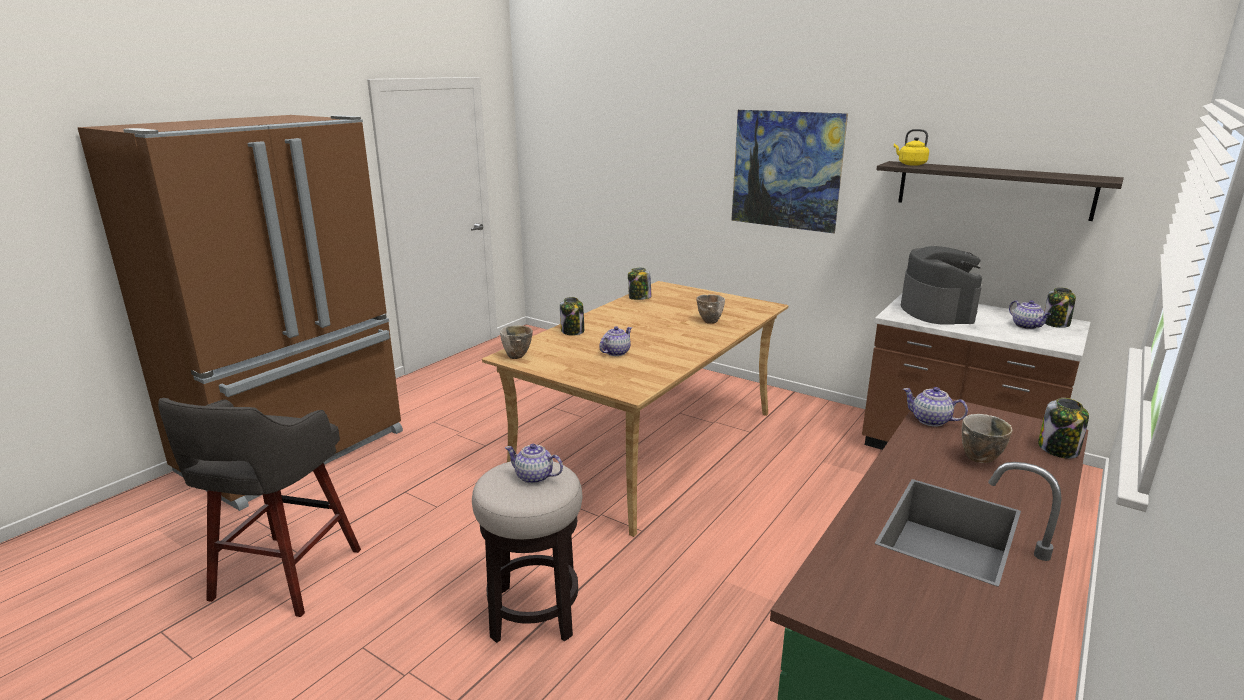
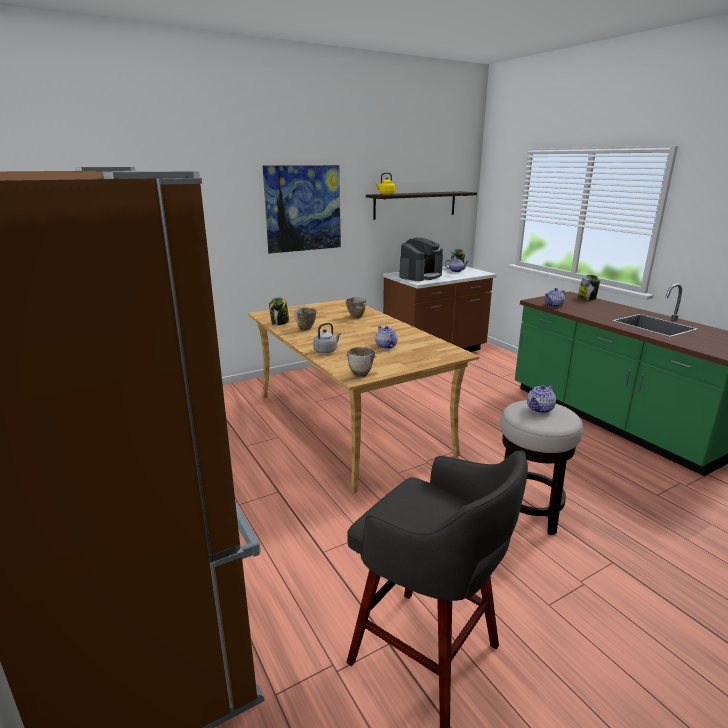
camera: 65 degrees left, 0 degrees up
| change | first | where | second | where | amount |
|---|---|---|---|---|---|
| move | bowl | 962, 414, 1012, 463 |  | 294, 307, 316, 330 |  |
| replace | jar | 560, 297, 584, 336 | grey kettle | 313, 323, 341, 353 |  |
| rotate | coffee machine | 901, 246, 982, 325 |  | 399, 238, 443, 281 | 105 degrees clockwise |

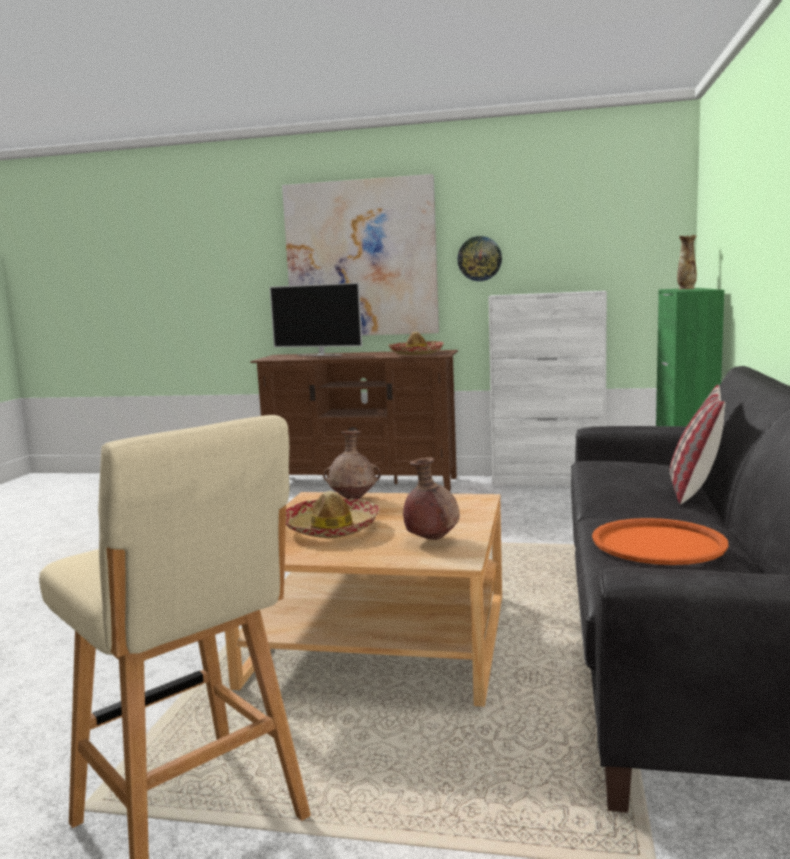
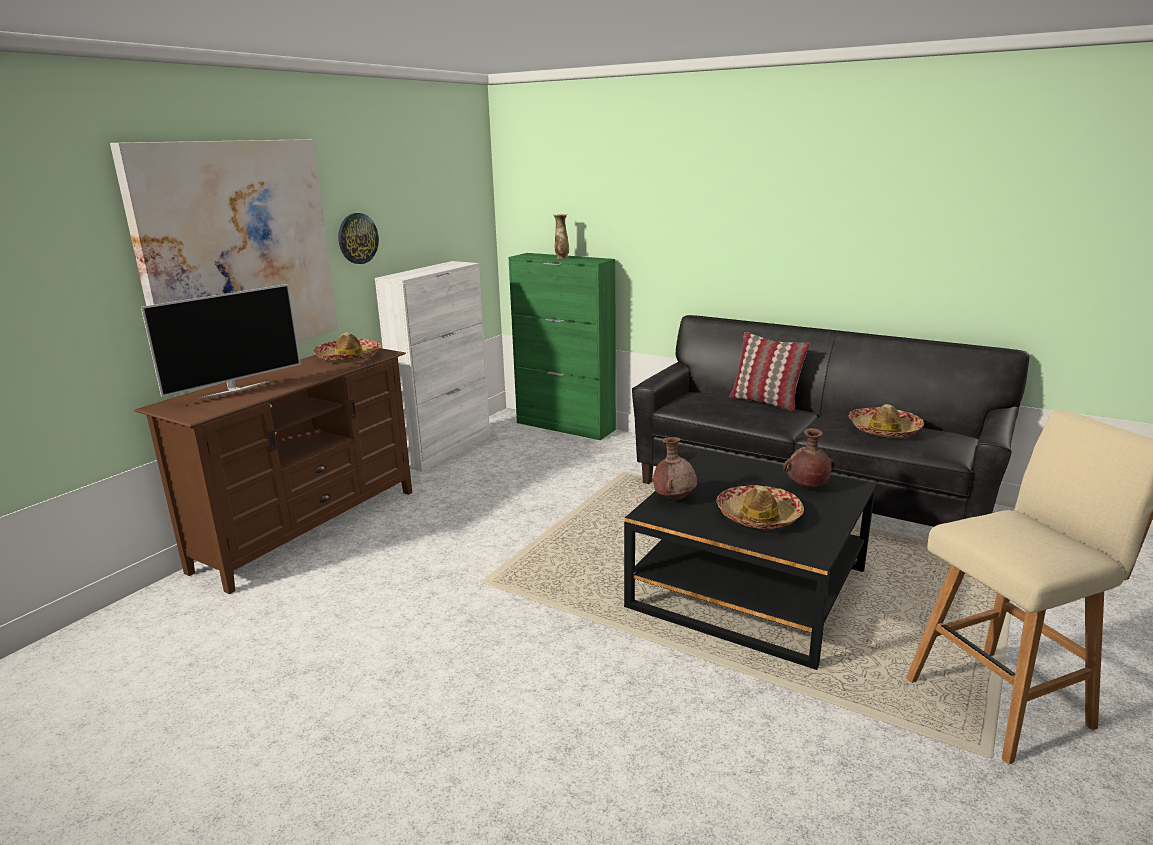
camera: 70 degrees left, 10 degrees up
| change | first | where | second | where | amount |
|---|---|---|---|---|---|
| replace | orange tray | 592, 518, 728, 565 | hat | 848, 404, 924, 438 |  |
| recolor | beige coffee table | 225, 492, 502, 707 | black coffee table | 624, 450, 876, 670 |  |

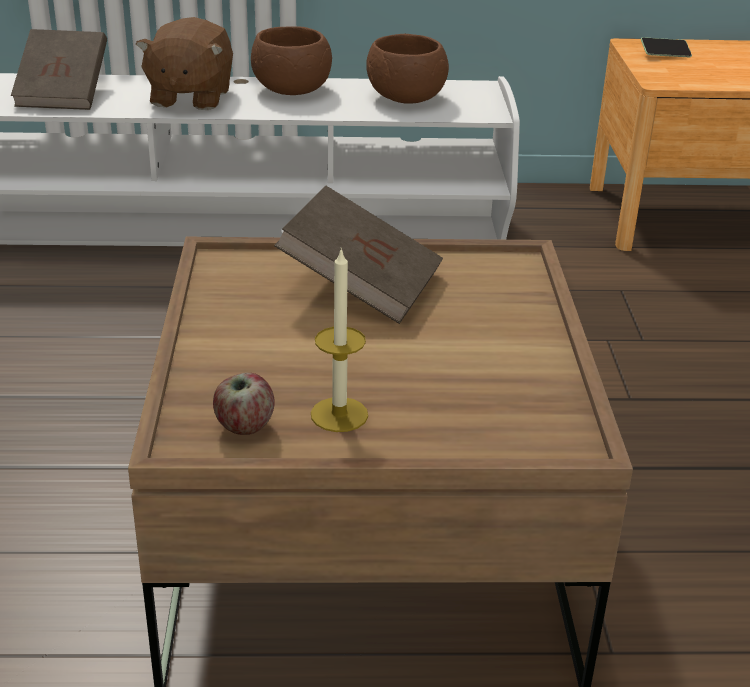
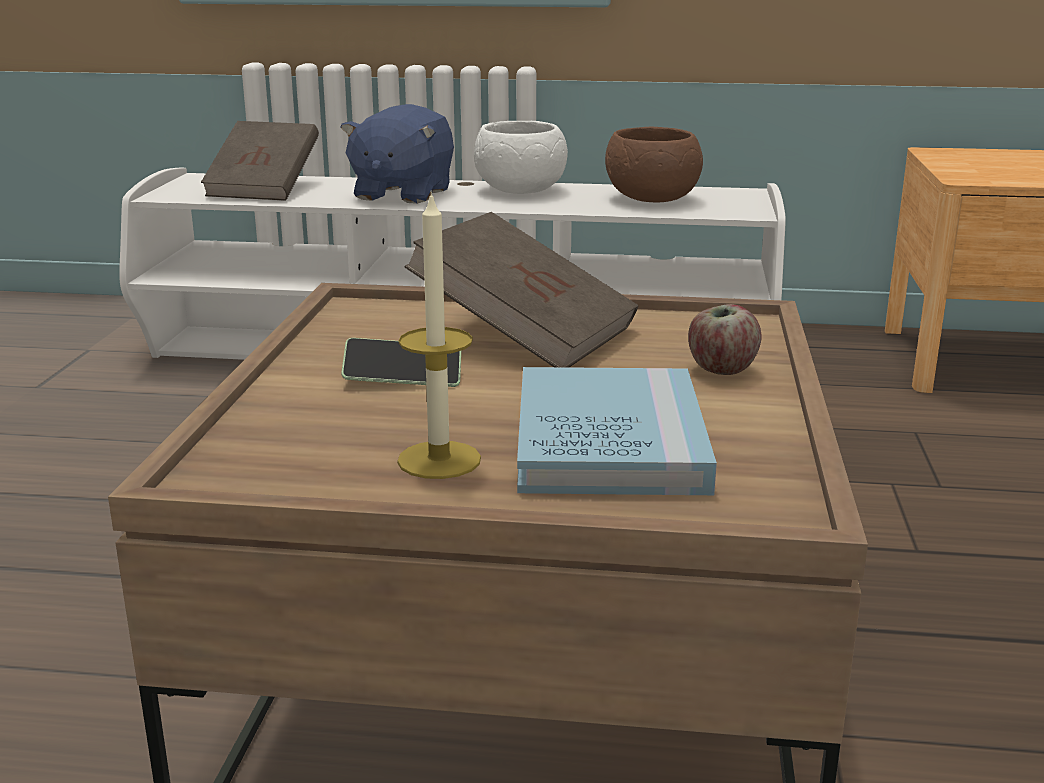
camera: 10 degrees right, 10 degrees down
| change | first | where | second | where | amount |
|---|---|---|---|---|---|
| insert |  |  | blue book | 517, 367, 717, 495 |  |
| move | apple | 213, 372, 275, 435 |  | 688, 304, 761, 375 |  |
| move | phone | 641, 37, 692, 58 |  | 341, 338, 461, 387 |  |
| recolor | brown plush toy | 136, 17, 233, 110 | blue plush toy | 340, 104, 454, 204 |  |
| recolor | brown bowl | 251, 26, 332, 95 | white bowl | 474, 121, 568, 194 |  |

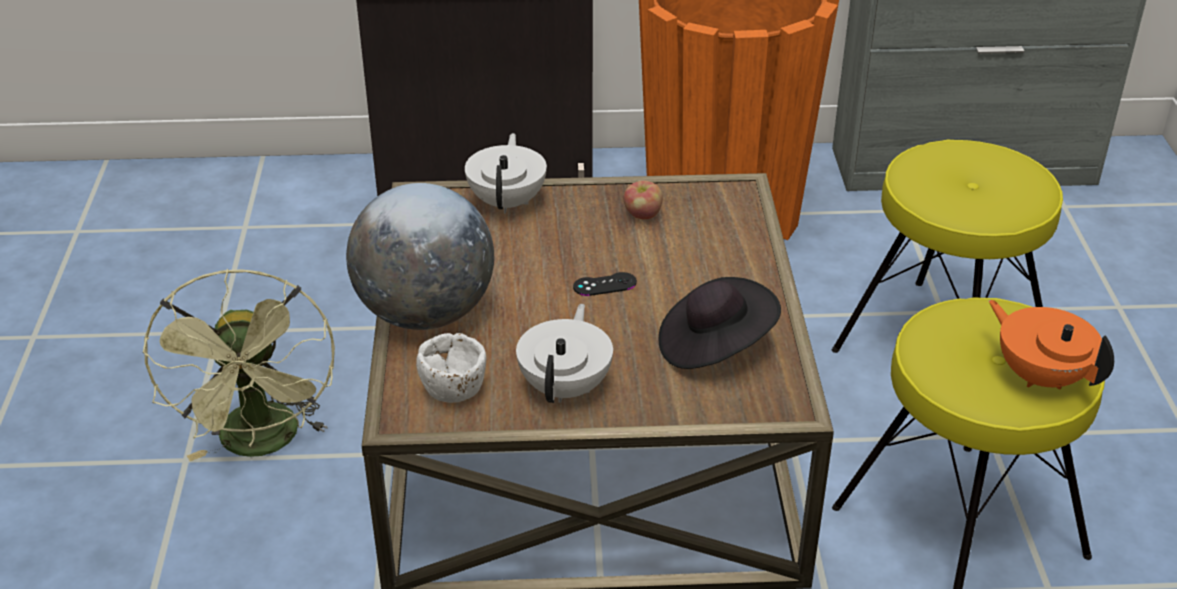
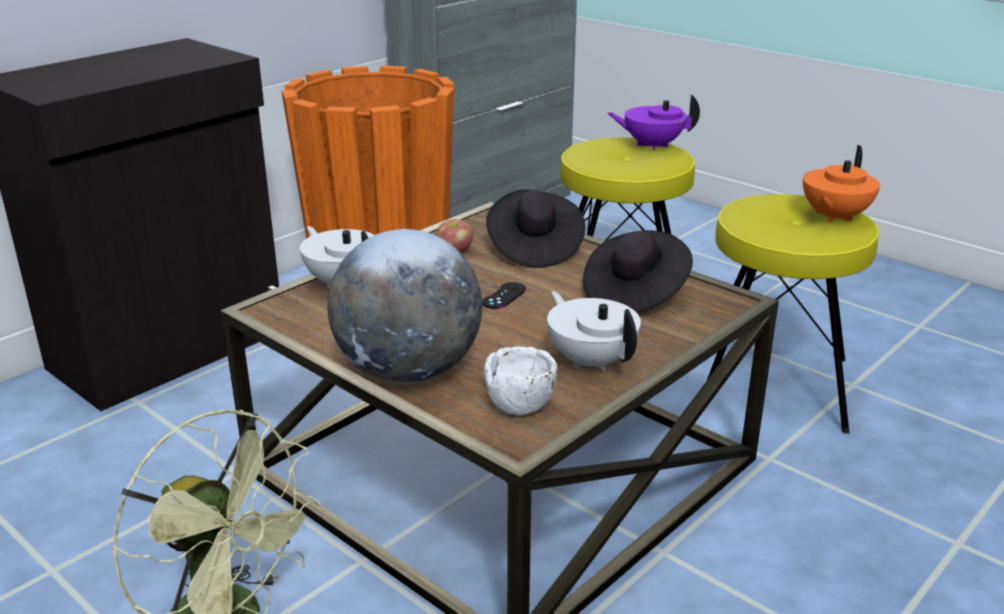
camera: 45 degrees left, 10 degrees down
| change | first | where | second | where | amount |
|---|---|---|---|---|---|
| insert |  |  | black hat | 486, 189, 585, 268 |  |
| insert |  |  | purple teapot | 607, 94, 700, 151 |  |
| rotate | orange teapot | 989, 300, 1114, 390 |  | 803, 145, 880, 223 | 60 degrees counterclockwise |

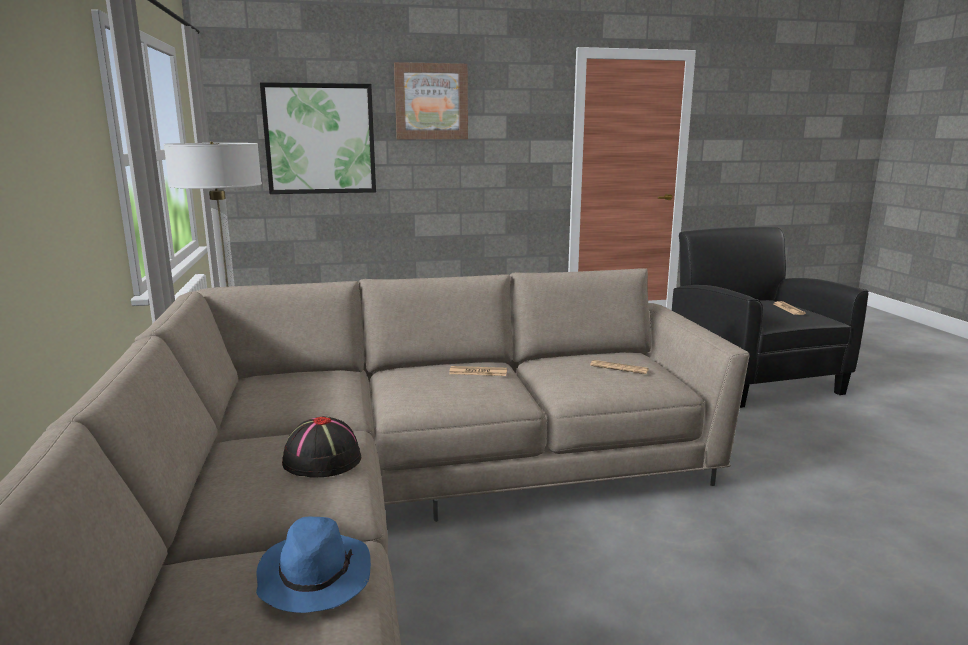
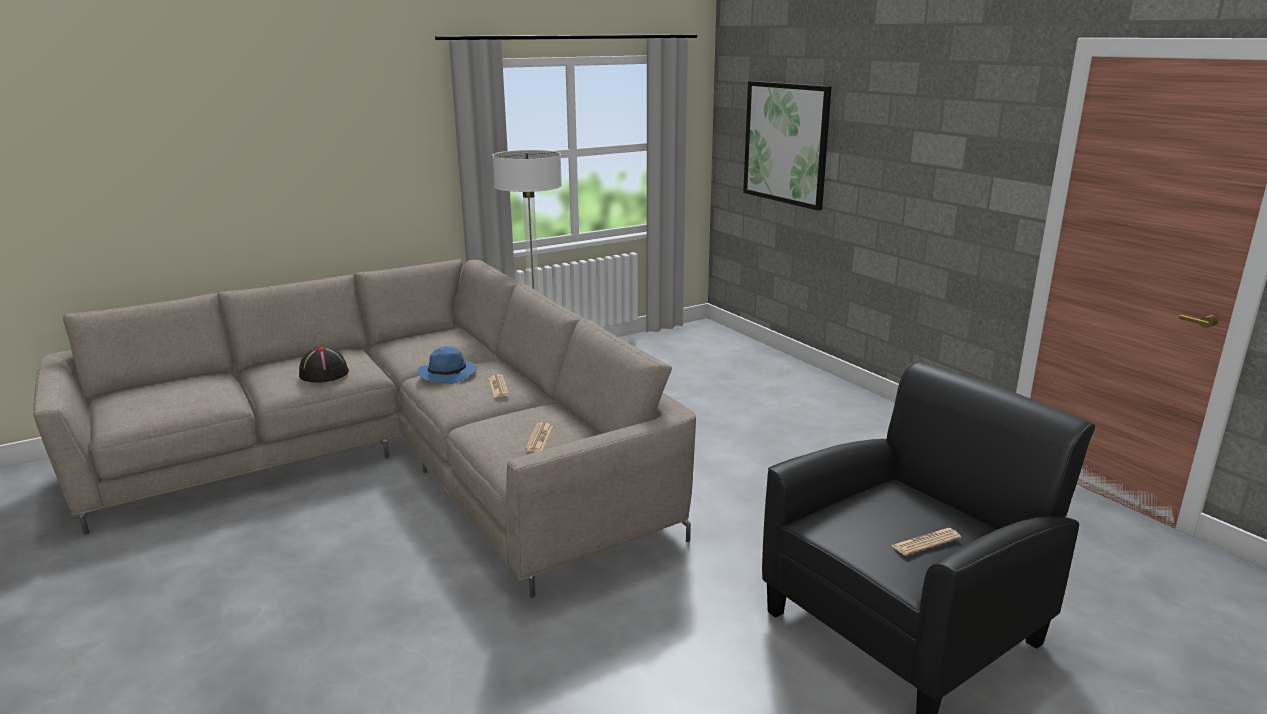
camera: 70 degrees right, 5 degrees up
| change | first | where | second | where | amount |
|---|---|---|---|---|---|
| delete | picture | 394, 62, 468, 139 |  |  |  |
| move | blue hat | 256, 516, 371, 613 |  | 417, 346, 477, 384 |  |

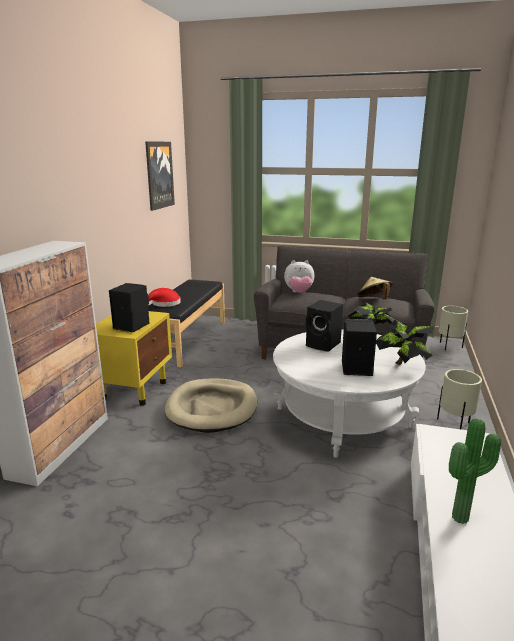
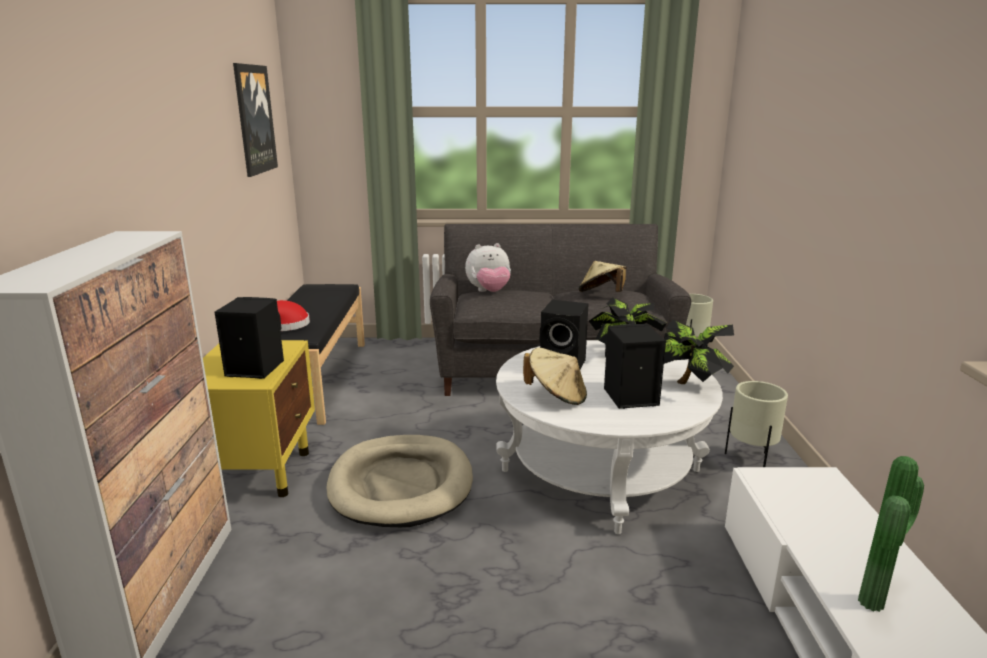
camera: 15 degrees left, 0 degrees up
| change | first | where | second | where | amount |
|---|---|---|---|---|---|
| insert |  |  | beige hat | 523, 348, 587, 405 |  |

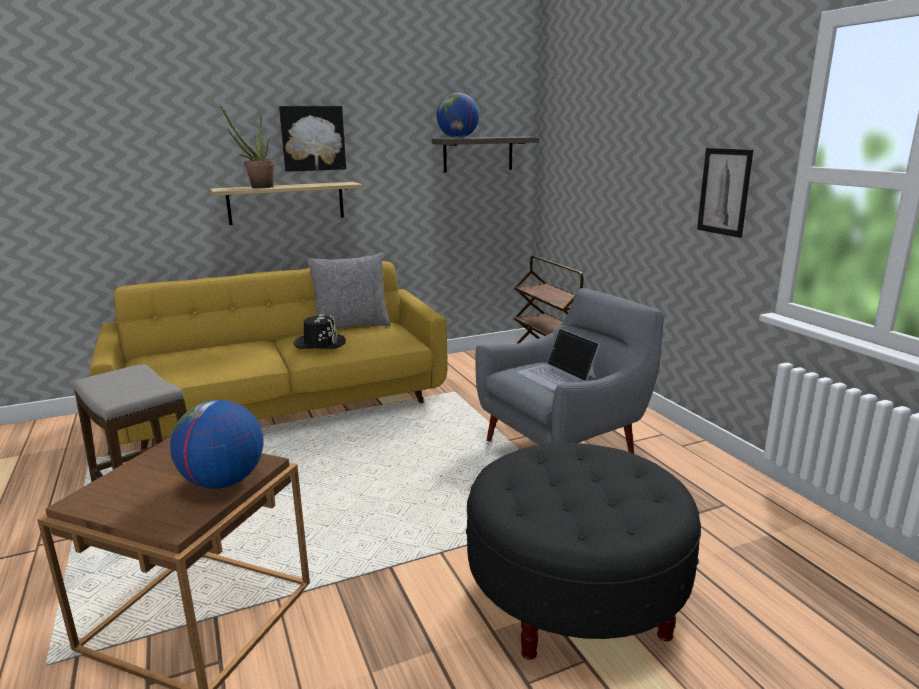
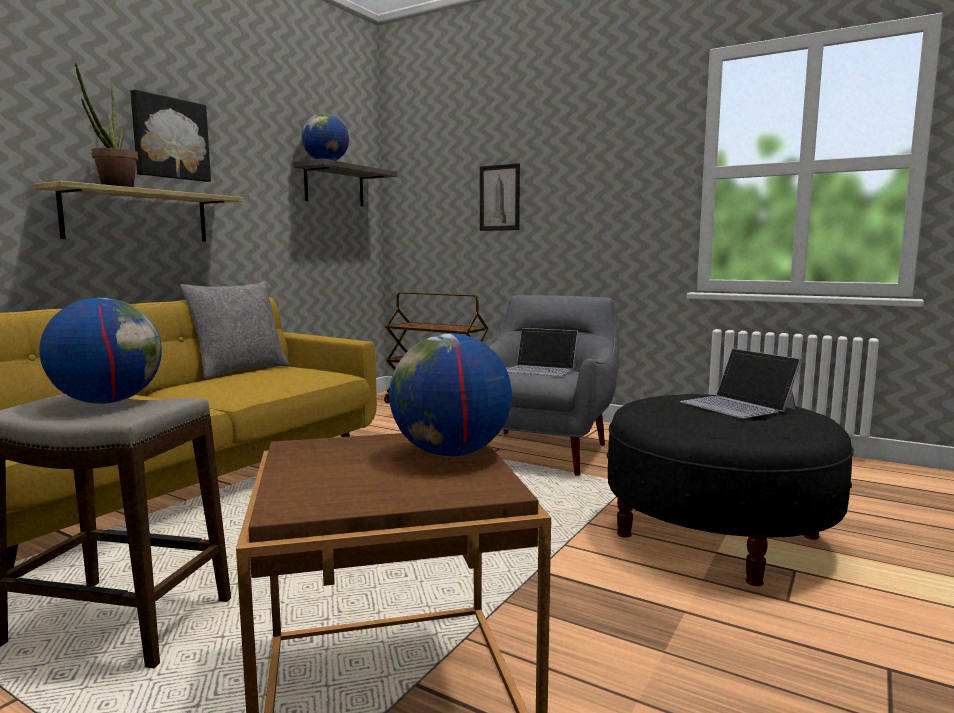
camera: 35 degrees left, 10 degrees down
| change | first | where | second | where | amount |
|---|---|---|---|---|---|
| delete | black hat | 293, 313, 346, 349 |  |  |  |
| insert |  |  | globe | 39, 298, 162, 404 |  |
| insert |  |  | laptop | 680, 348, 802, 418 |  |
| move | picture | 697, 148, 753, 238 |  | 480, 163, 520, 231 |  |

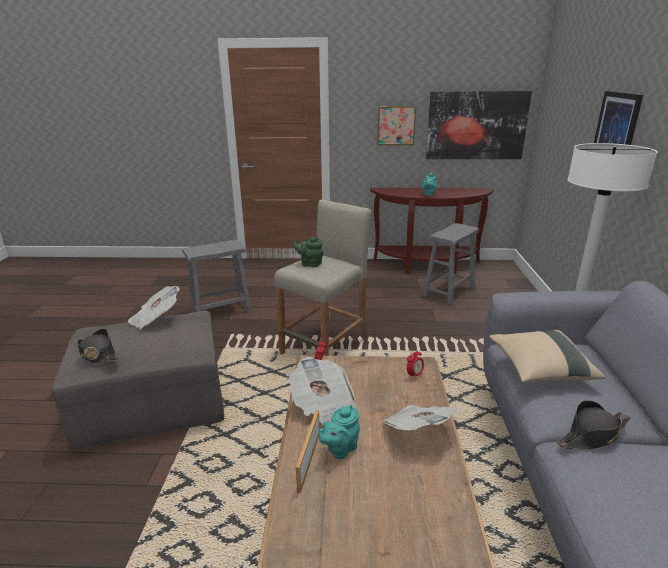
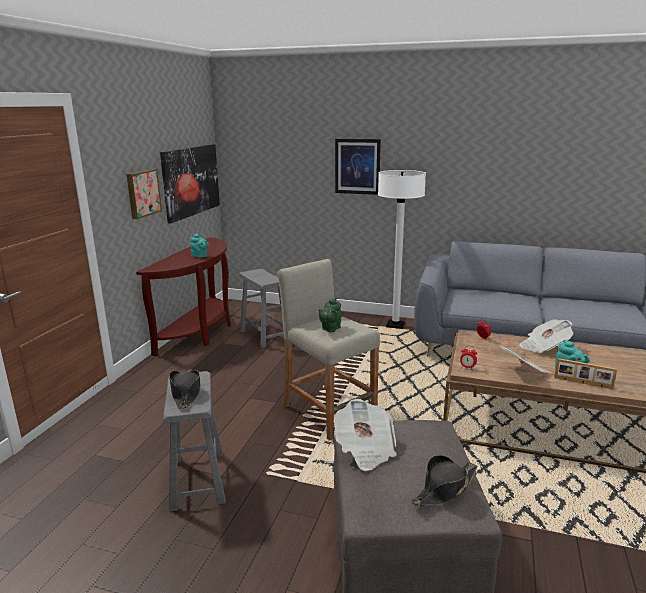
camera: 75 degrees left, 5 degrees down
| change | first | where | second | where | amount |
|---|---|---|---|---|---|
| delete | beige pillow | 489, 330, 605, 382 |  |  |  |
| move | black hat | 557, 400, 631, 450 |  | 169, 369, 201, 409 |  |

